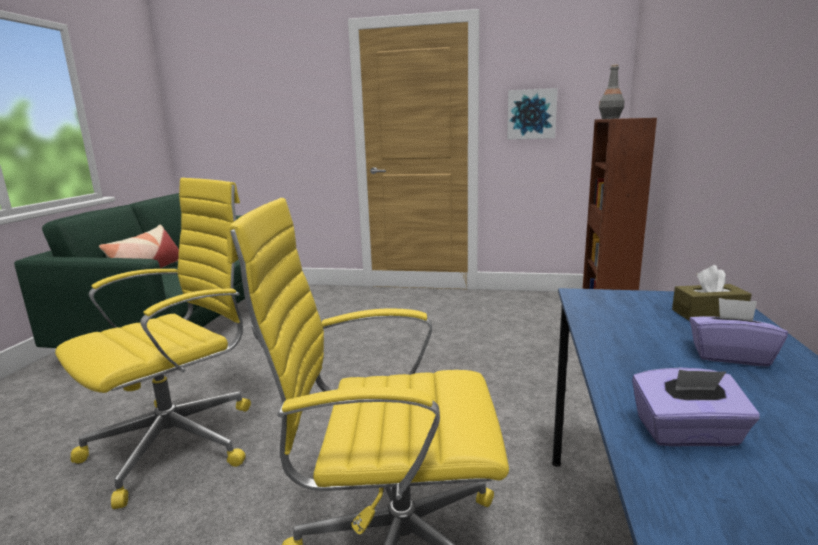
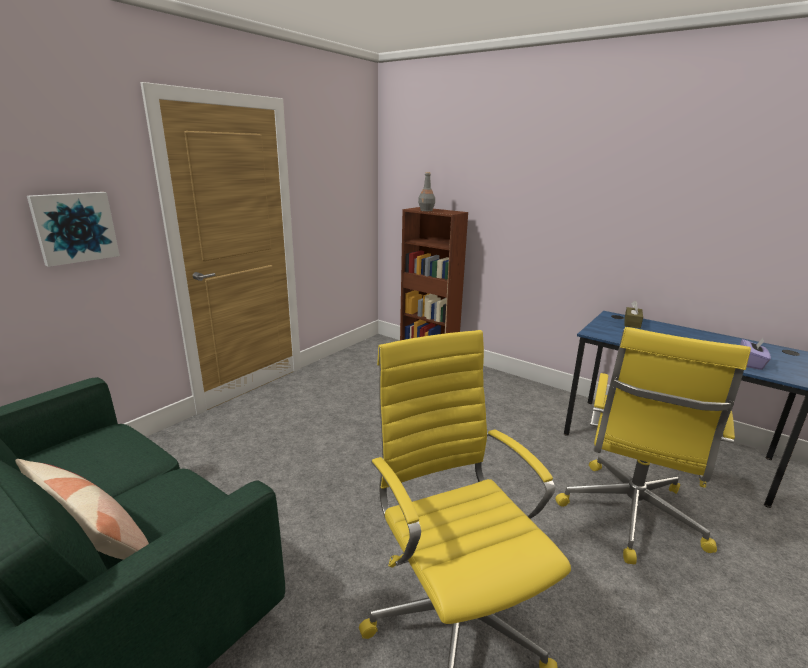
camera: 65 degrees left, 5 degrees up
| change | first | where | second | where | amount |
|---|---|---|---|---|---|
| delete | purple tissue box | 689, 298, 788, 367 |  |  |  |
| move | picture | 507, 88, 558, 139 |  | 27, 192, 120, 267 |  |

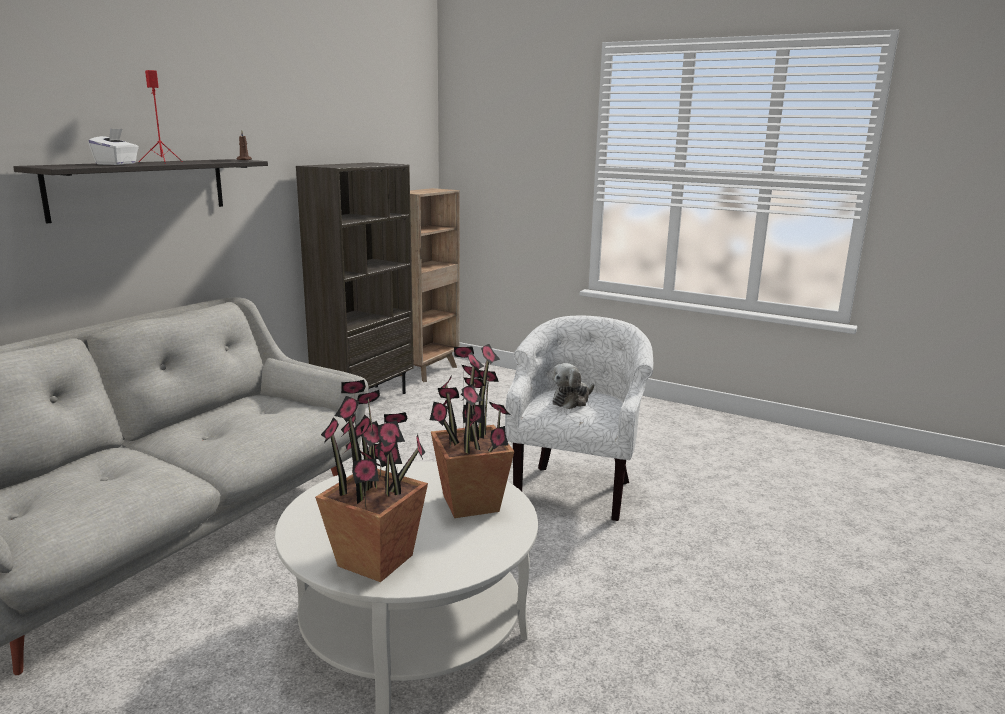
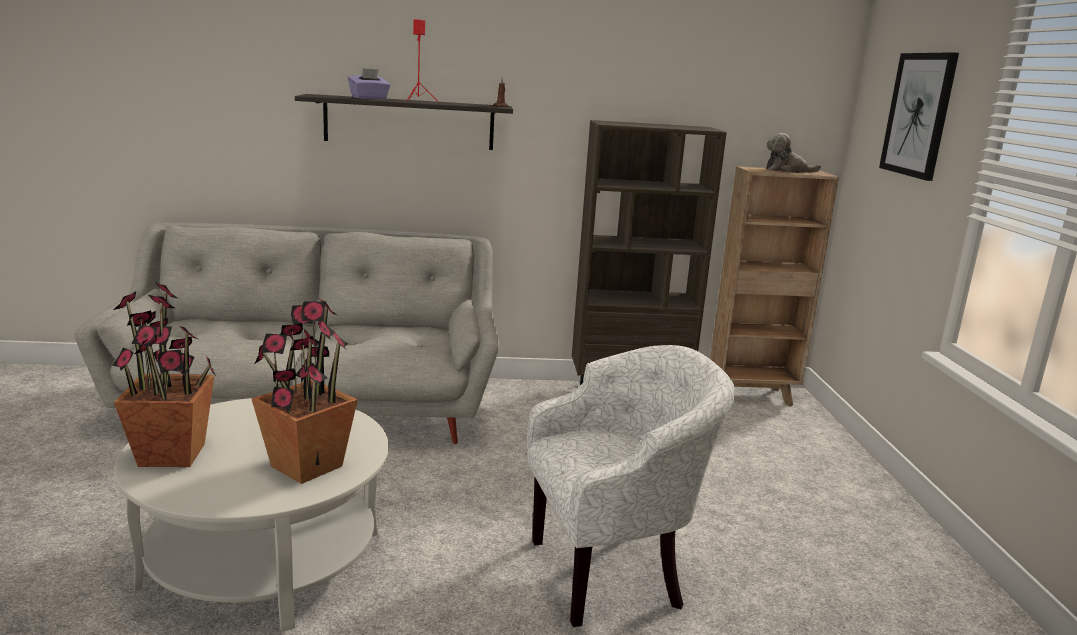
camera: 55 degrees right, 0 degrees up
| change | first | where | second | where | amount |
|---|---|---|---|---|---|
| insert |  |  | picture | 879, 52, 959, 181 |  |
| move | plush toy | 551, 363, 594, 409 |  | 766, 133, 821, 173 |  |
| recolor | white tissue box | 88, 128, 139, 165 | purple tissue box | 348, 68, 391, 99 |  |

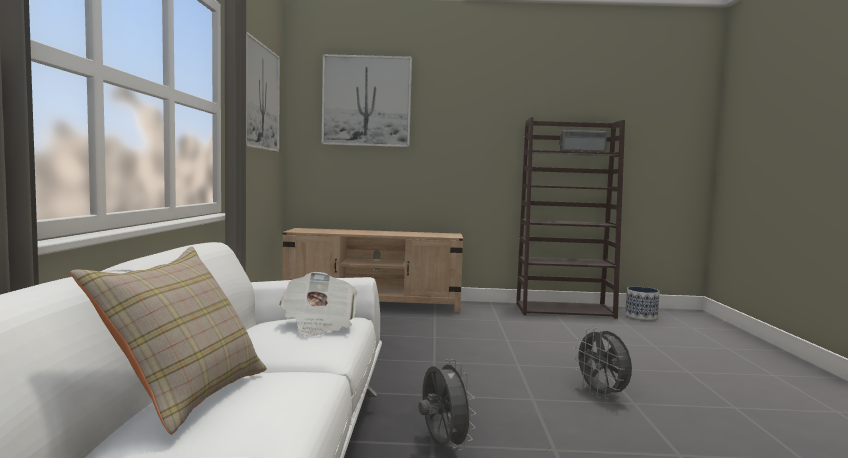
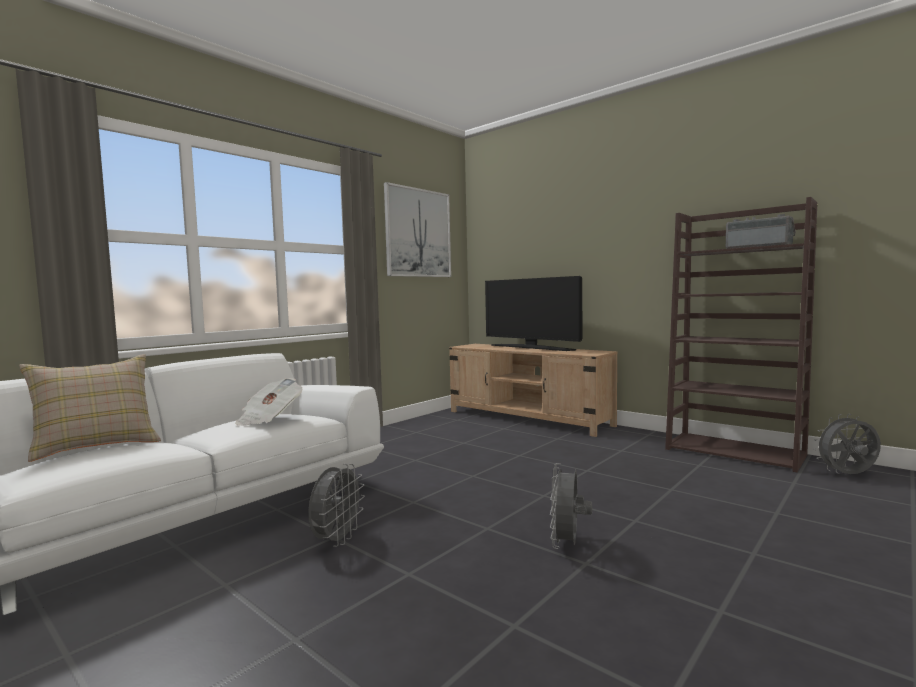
camera: 40 degrees right, 0 degrees up
| change | first | where | second | where | amount |
|---|---|---|---|---|---|
| delete | picture | 322, 54, 412, 147 |  |  |  |
| insert |  |  | television | 485, 276, 582, 351 |  |
| replace | planter | 625, 287, 660, 320 | grey fan | 814, 414, 881, 474 |  |

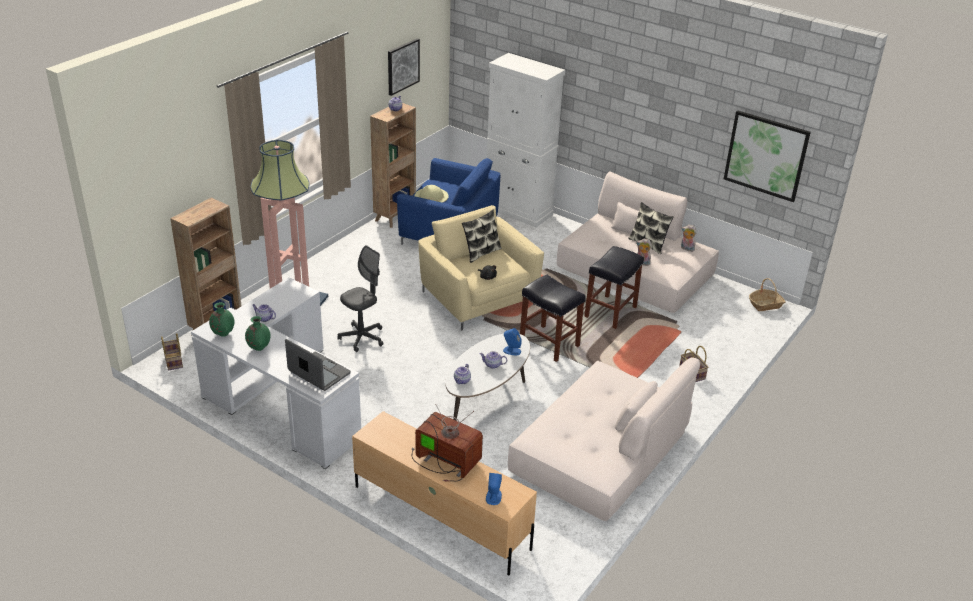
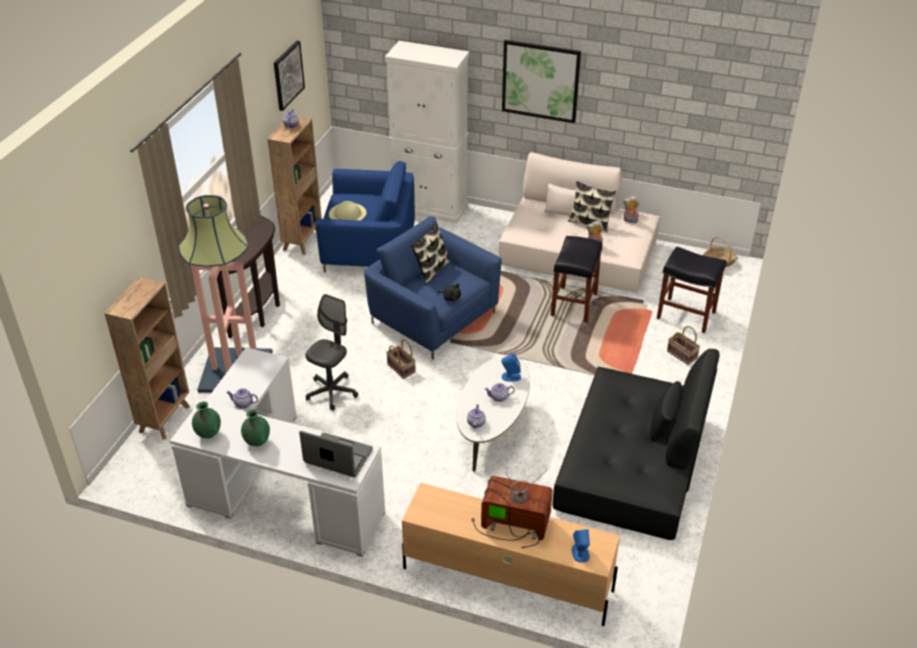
camera: 15 degrees left, 5 degrees up
| change | first | where | second | where | amount |
|---|---|---|---|---|---|
| insert |  |  | brown console table | 217, 215, 280, 338 |  |
| move | basket | 161, 333, 183, 371 |  | 386, 339, 416, 379 |  |
| move | black stool | 520, 275, 586, 362 |  | 657, 247, 727, 333 |  |
| move | picture | 724, 110, 811, 202 |  | 502, 40, 581, 123 |  |
| recolor | beige armchair | 418, 205, 544, 331 | blue armchair | 364, 216, 502, 360 |  |
| recolor | beige sofa | 508, 357, 700, 521 | black sofa | 552, 349, 720, 540 |  |

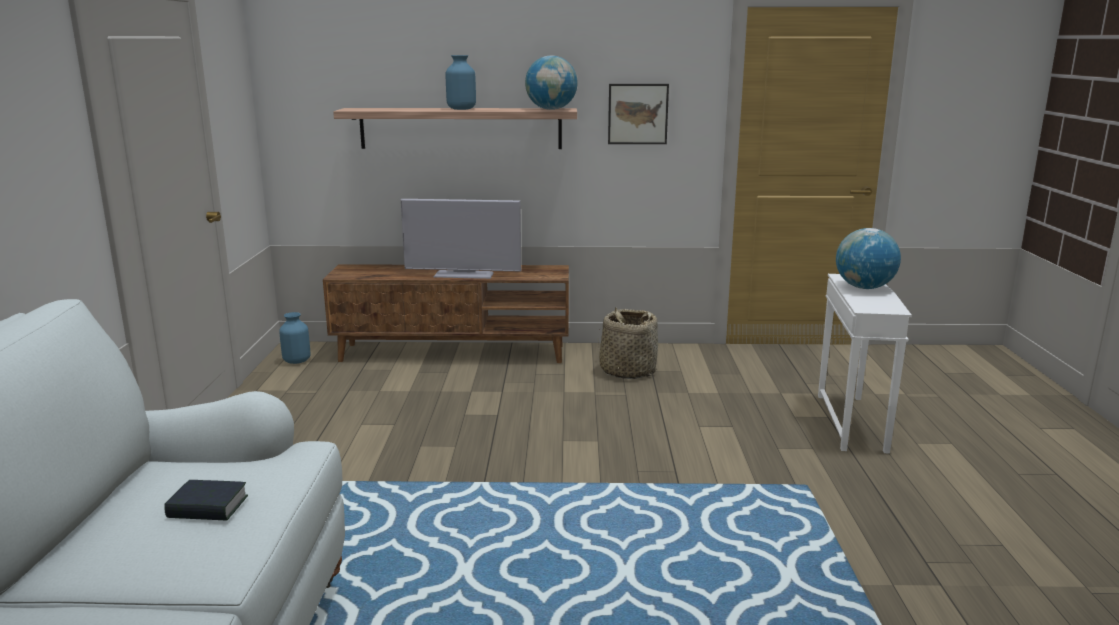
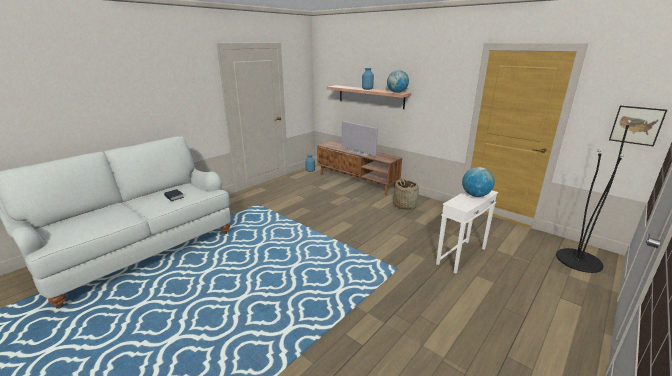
camera: 40 degrees right, 5 degrees up
| change | first | where | second | where | amount |
|---|---|---|---|---|---|
| insert |  |  | black floor lamp | 556, 120, 631, 273 |  |
| move | picture | 608, 84, 669, 144 |  | 609, 106, 667, 147 |  |

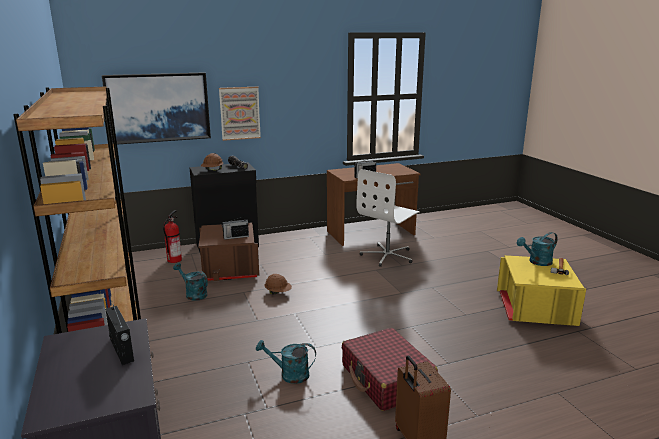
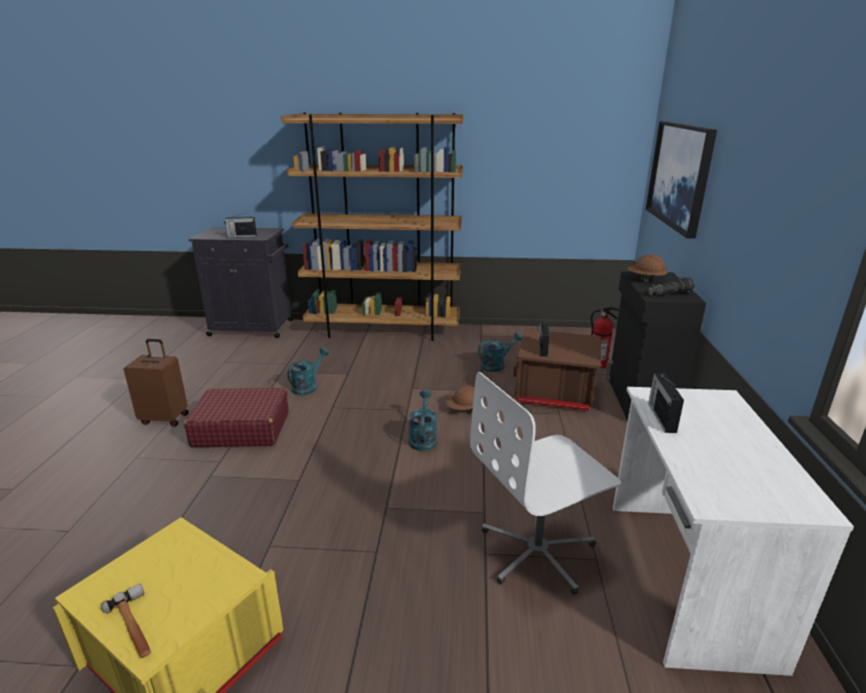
camera: 115 degrees right, 5 degrees up
| change | first | where | second | where | amount |
|---|---|---|---|---|---|
| delete | picture | 219, 87, 261, 141 |  |  |  |
| move | turquoise watering can | 517, 232, 558, 266 |  | 409, 390, 437, 451 |  |
| recolor | brown desk | 327, 163, 421, 246 | white desk | 613, 387, 854, 676 |  |
| rotate | white office chair | 356, 169, 420, 267 |  | 470, 372, 621, 595 | 90 degrees counterclockwise |

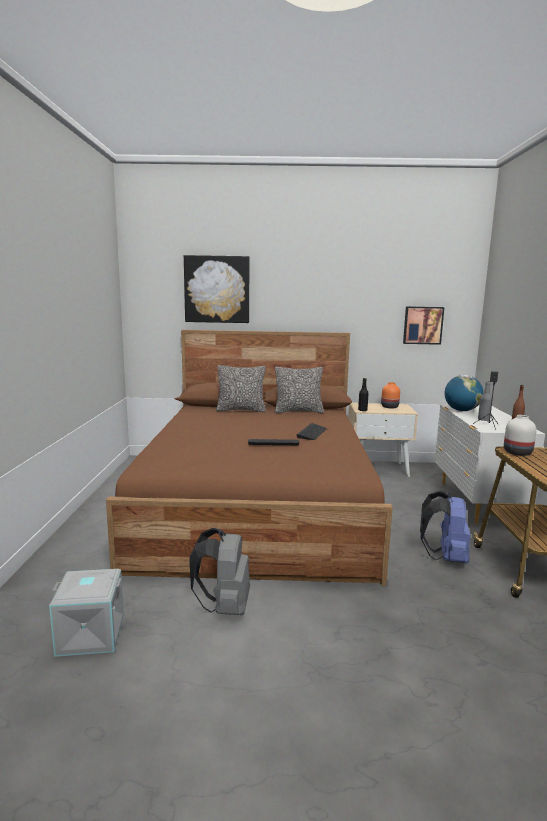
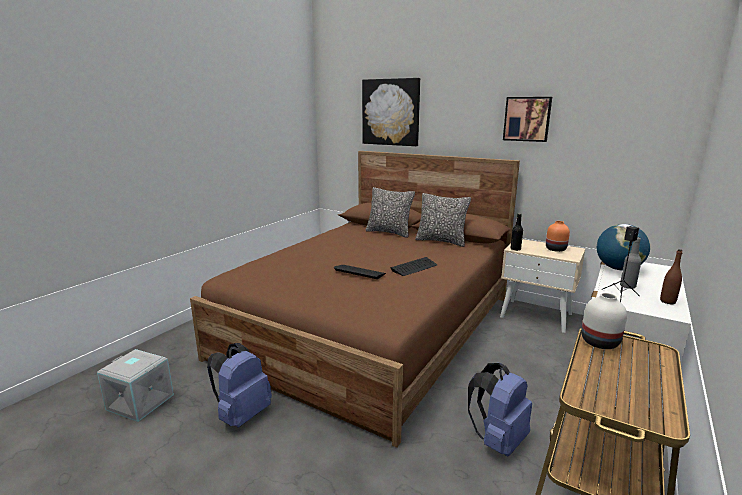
camera: 30 degrees right, 5 degrees up
| change | first | where | second | where | amount |
|---|---|---|---|---|---|
| move | picture | 403, 306, 445, 345 |  | 503, 97, 552, 142 |  |
| recolor | grey backpack | 189, 528, 250, 615 | blue backpack | 207, 343, 272, 427 |  |

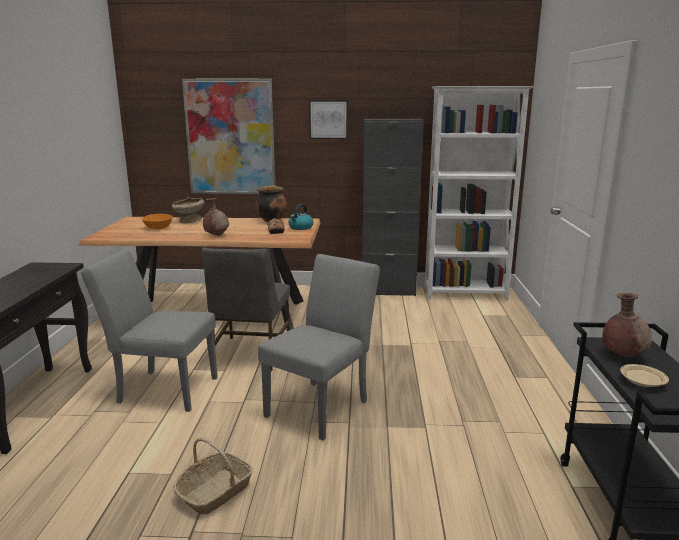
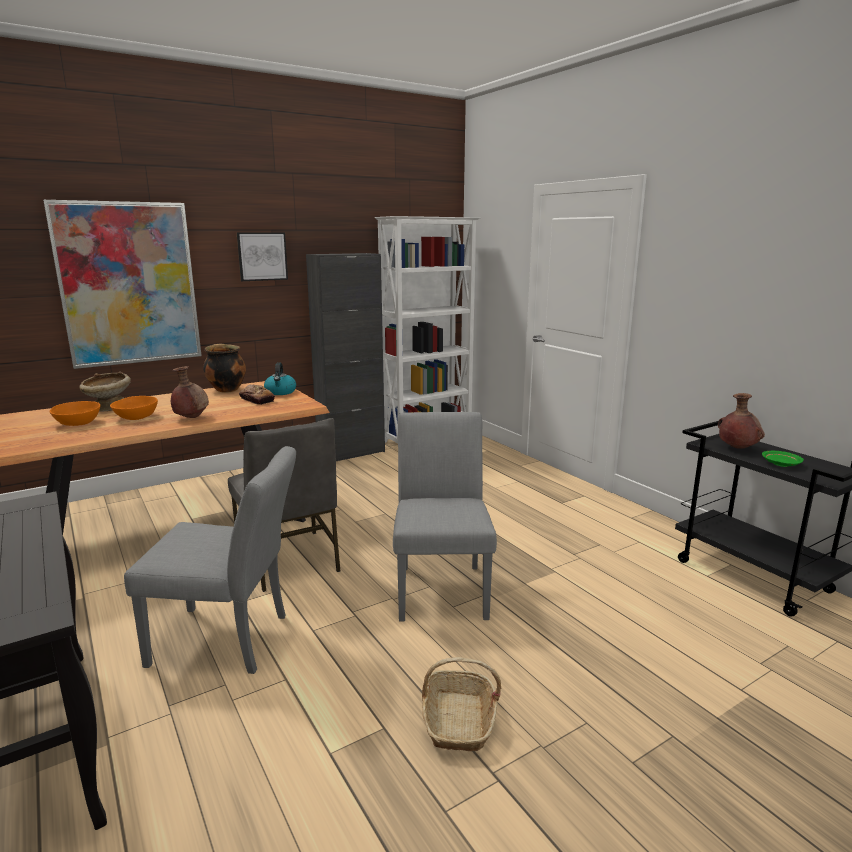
camera: 35 degrees left, 0 degrees up
| change | first | where | second | where | amount |
|---|---|---|---|---|---|
| insert |  |  | orange bowl | 110, 396, 158, 420 |  |
| recolor | beige plate | 620, 364, 669, 387 | green plate | 762, 451, 804, 467 |  |
| rotate | grey chair | 81, 249, 218, 412 |  | 124, 446, 296, 674 | 150 degrees counterclockwise |

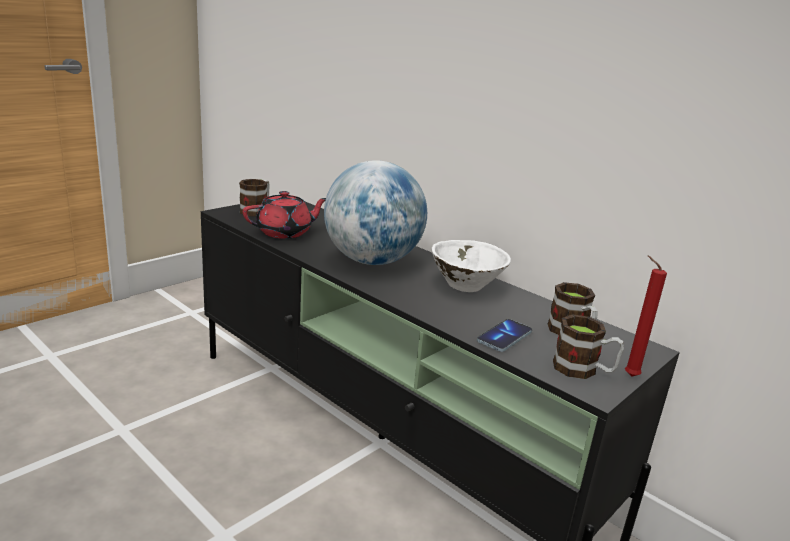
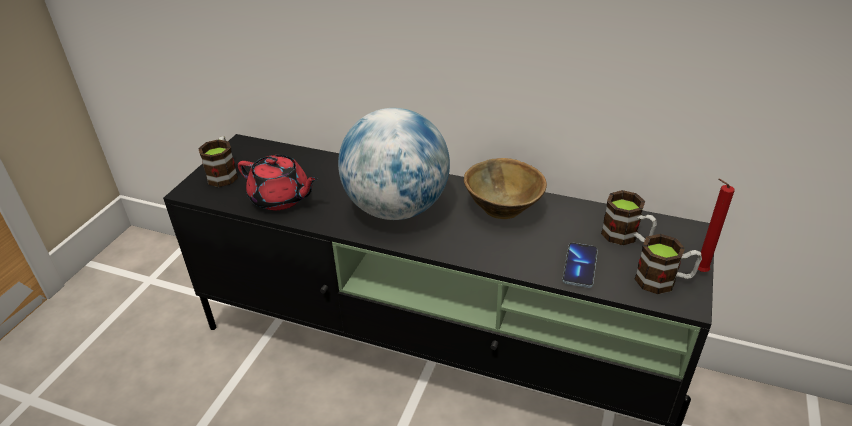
camera: 20 degrees left, 15 degrees up
| change | first | where | second | where | amount |
|---|---|---|---|---|---|
| recolor | white bowl | 432, 240, 511, 292 | brown bowl | 464, 158, 547, 219 |  |
| rotate | red teapot | 243, 191, 326, 239 |  | 238, 155, 319, 210 | 75 degrees clockwise |

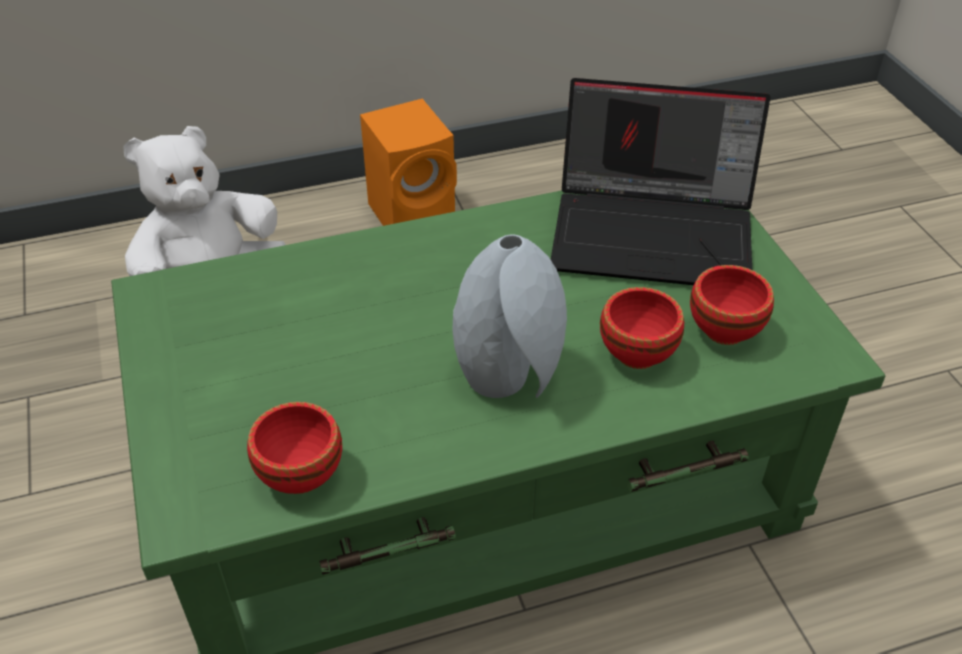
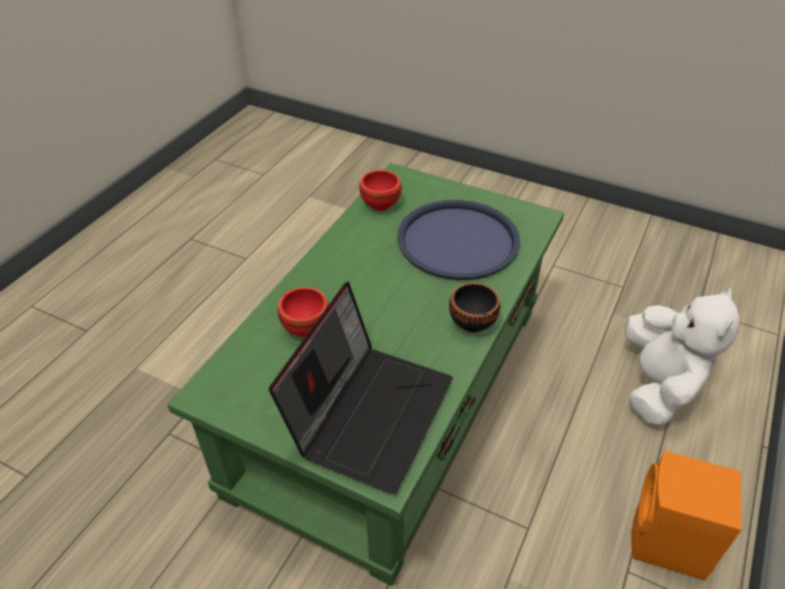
camera: 135 degrees right, 0 degrees up
| change | first | where | second | where | amount |
|---|---|---|---|---|---|
| delete | grey vase | 452, 234, 567, 398 |  |  |  |
| delete | red bowl | 690, 265, 774, 345 |  |  |  |
| insert |  |  | blue tray | 397, 200, 520, 280 |  |
| insert |  |  | black bowl | 449, 283, 500, 333 |  |
| rotate | laptop | 551, 78, 770, 285 |  | 269, 282, 453, 494 | 150 degrees clockwise |

